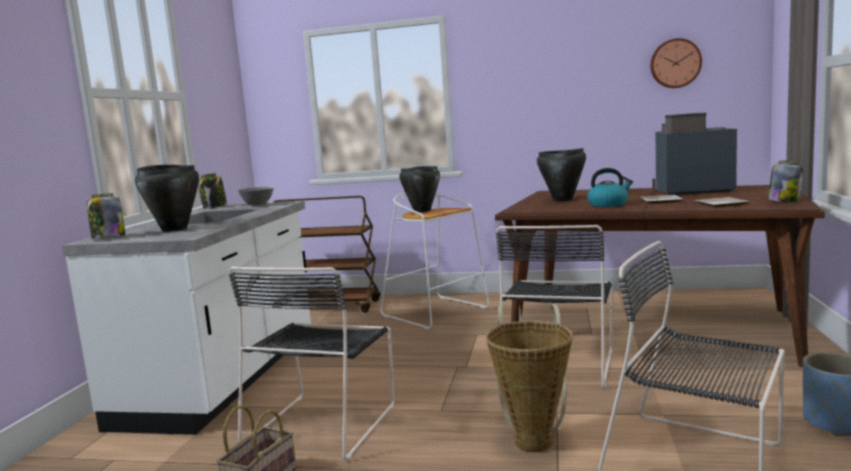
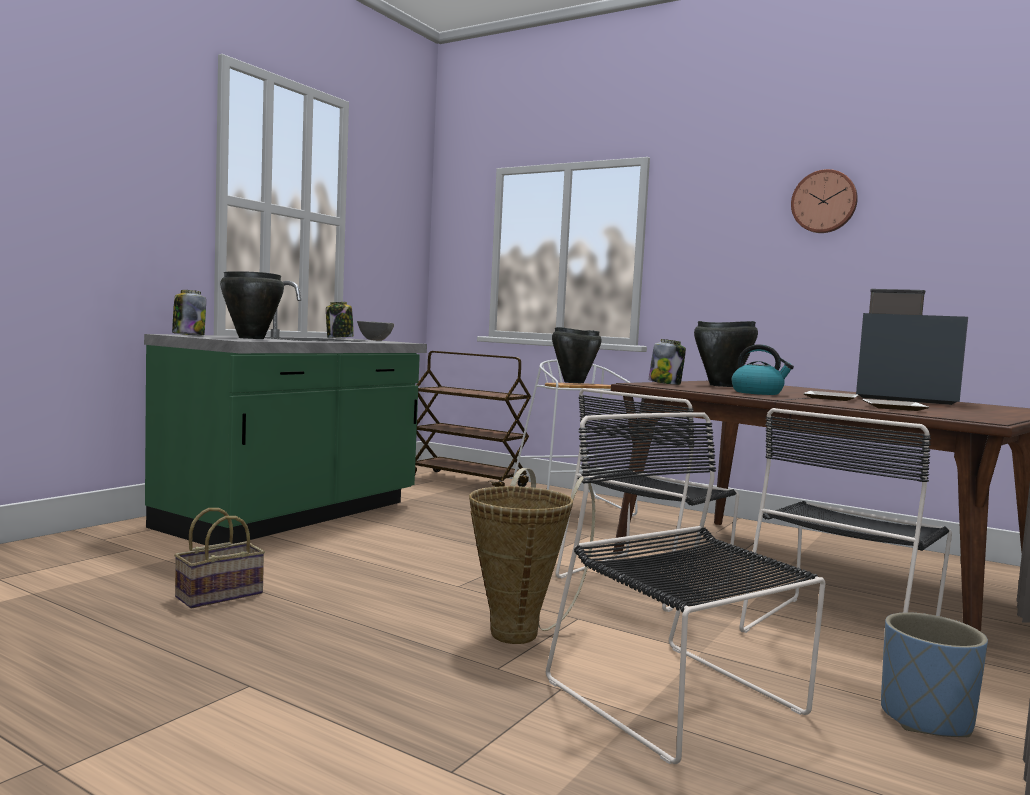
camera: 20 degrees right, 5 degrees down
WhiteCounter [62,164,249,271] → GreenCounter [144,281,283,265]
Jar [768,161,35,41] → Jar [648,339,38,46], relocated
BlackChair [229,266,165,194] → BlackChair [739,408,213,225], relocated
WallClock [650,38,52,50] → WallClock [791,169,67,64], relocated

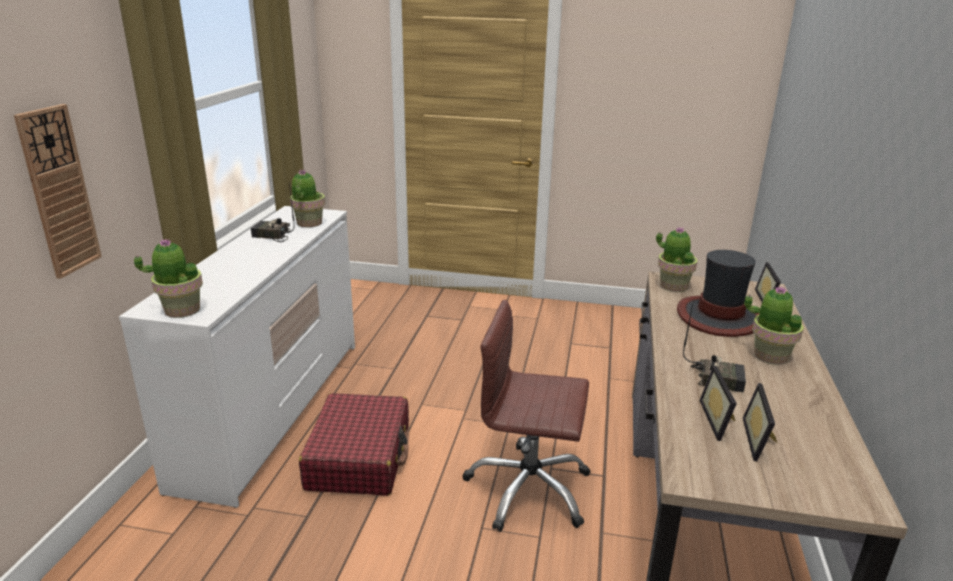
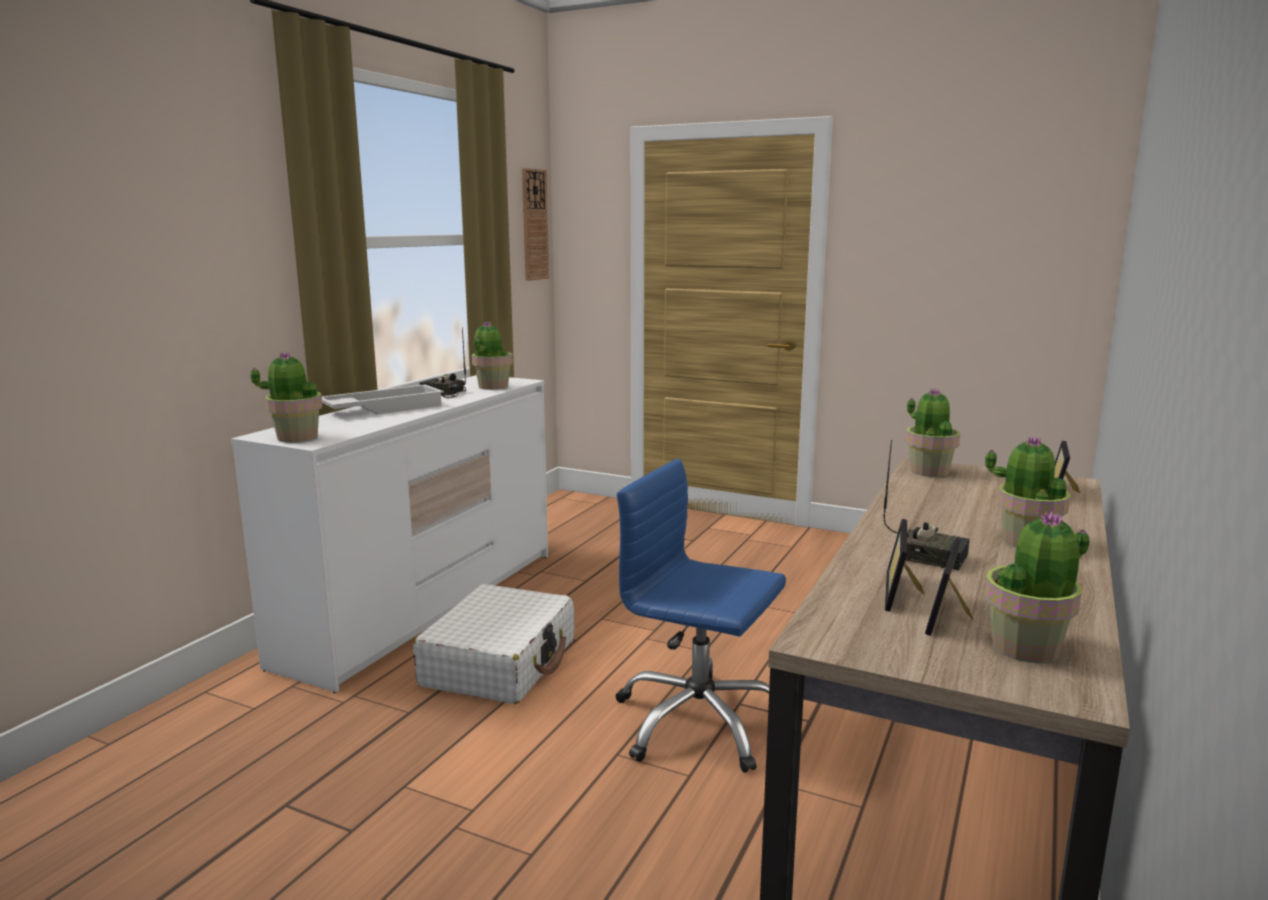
camera: 15 degrees right, 10 degrees down
- → WhiteTray [322,384,122,31]
RedSuitcase [299,393,110,103] → WhiteSuitcase [413,584,161,120]
WallClock [14,104,88,175] → WallClock [522,168,27,113], relocated
BrownOfficeChair [462,300,128,232] → BlueOfficeChair [616,459,170,314]
- → PottedPlant [984,511,105,152]
Hat [677,250,82,87] → -

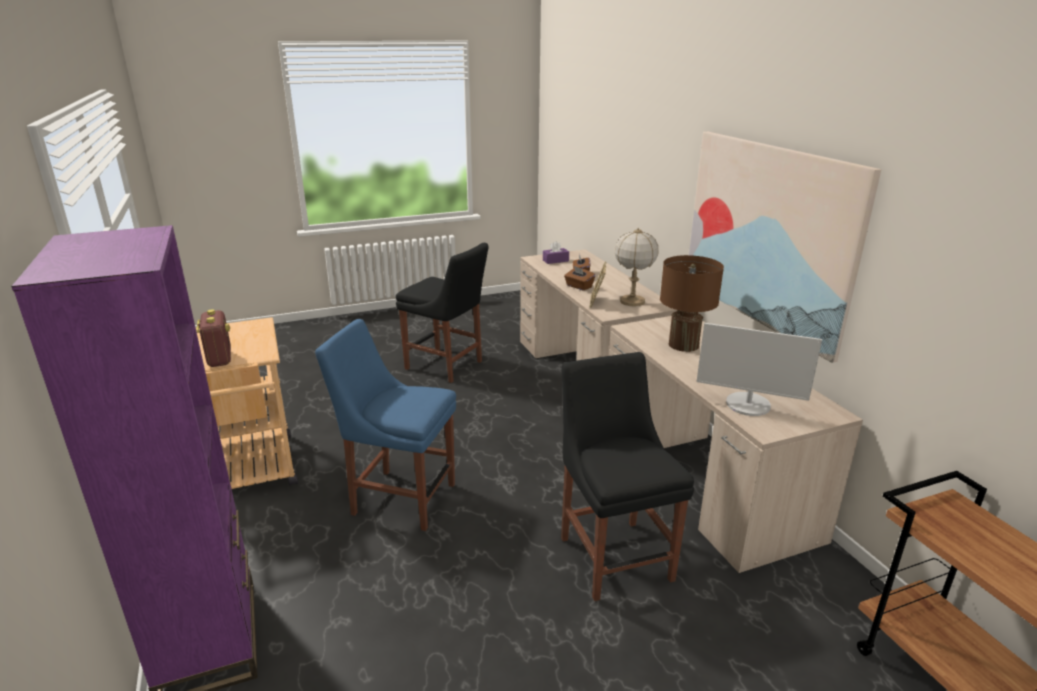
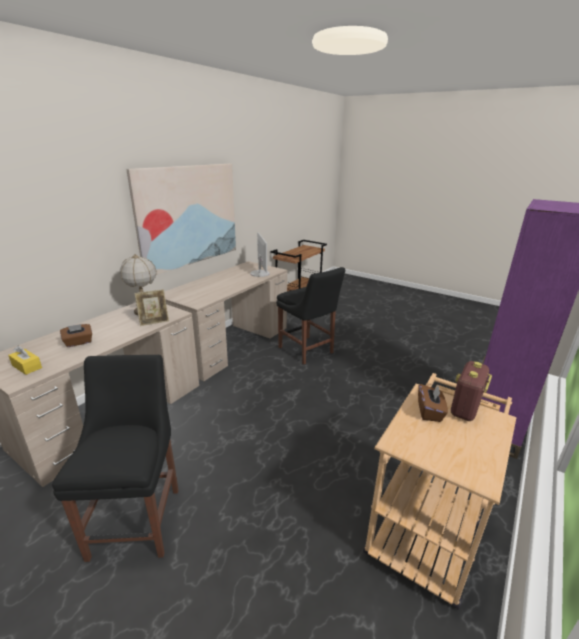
camera: 125 degrees left, 0 degrees up
PurpleTissueBox [543,241,26,23] → YellowTissueBox [8,346,34,29]
BlackChair [561,352,133,249] → BlackChair [276,267,69,98], 75 degrees counterclockwise
BrownTissueBox [564,266,31,25] → BrownTissueBox [418,384,30,38], relocated
BlueChair [315,319,141,212] → -
BrownTableLamp [660,255,64,97] → -

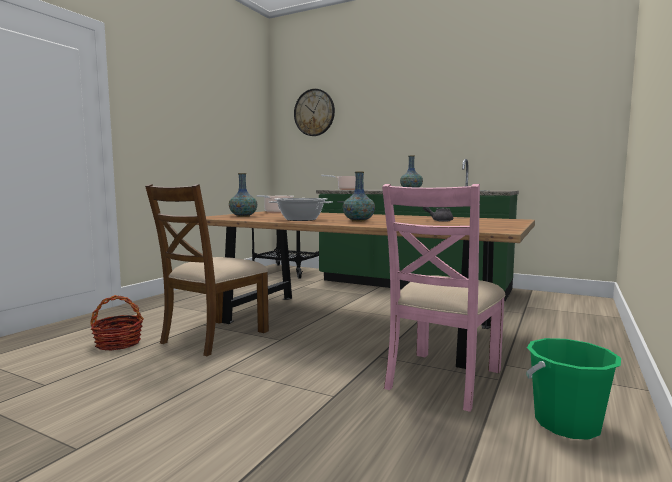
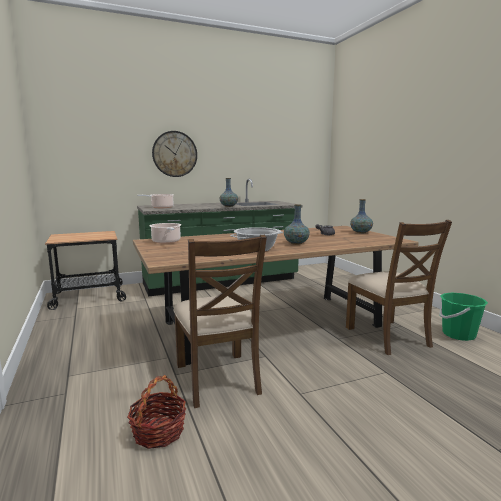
camera: 50 degrees left, 5 degrees up
WallClock [294,89,41,47] → WallClock [152,131,45,46], relocated
PinkChair [382,184,124,228] → BrownChair [346,220,106,135]
Vase [229,173,28,44] → Vase [350,199,23,34], relocated

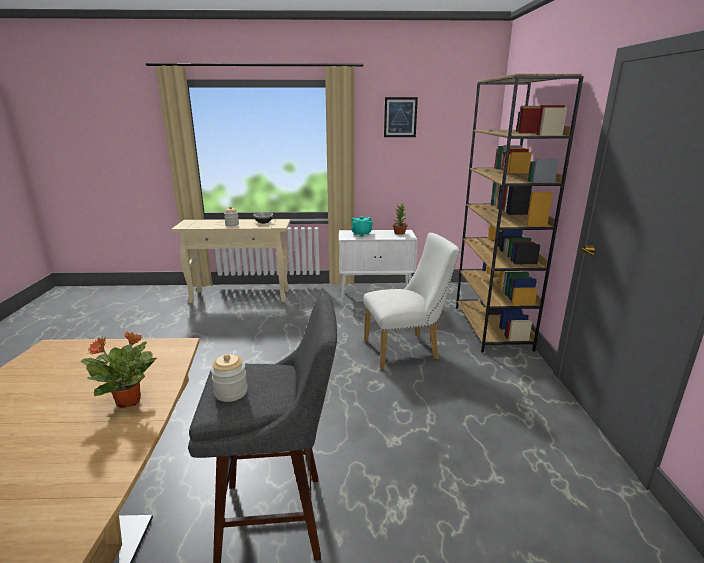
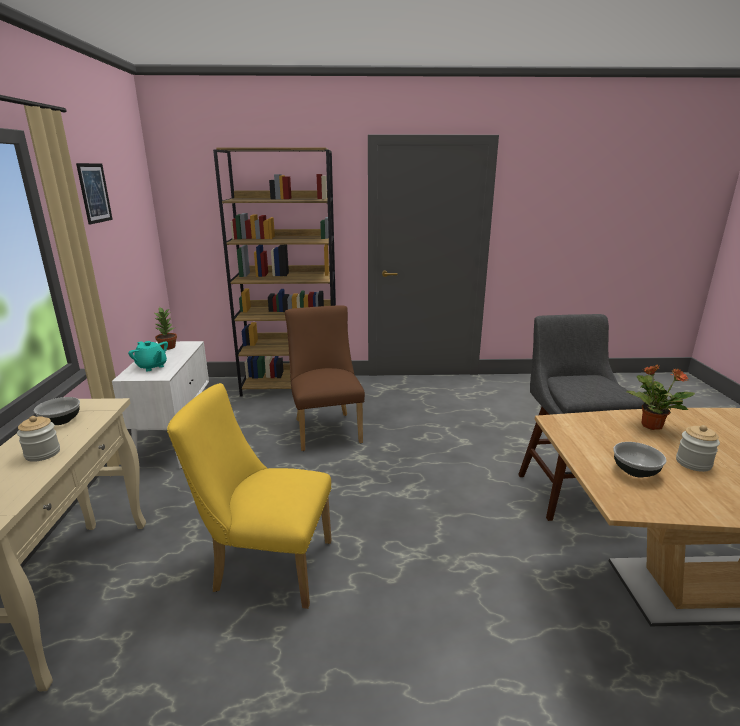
camera: 90 degrees left, 0 degrees up
- → YellowChair [167,383,165,226]
WhiteChair [364,233,95,136] → BrownChair [285,305,80,146]
- → Bowl [613,442,54,36]
Jar [211,354,36,48] → Jar [676,425,44,47], relocated

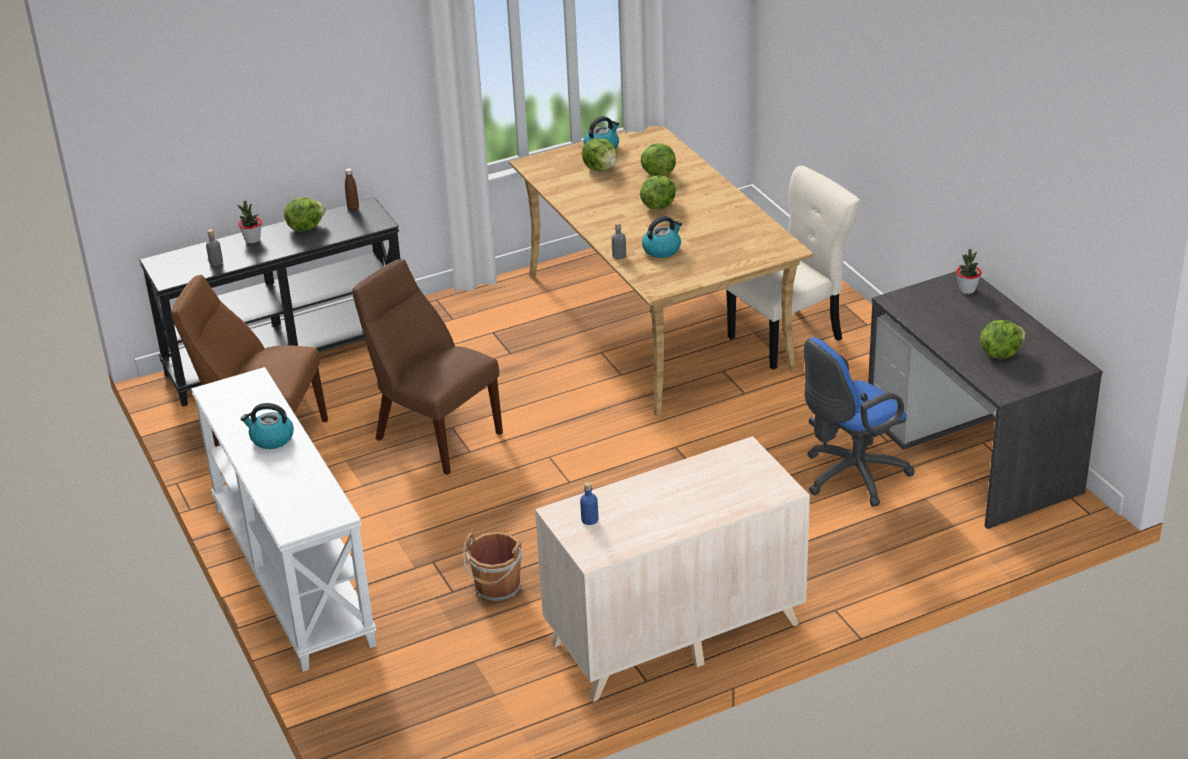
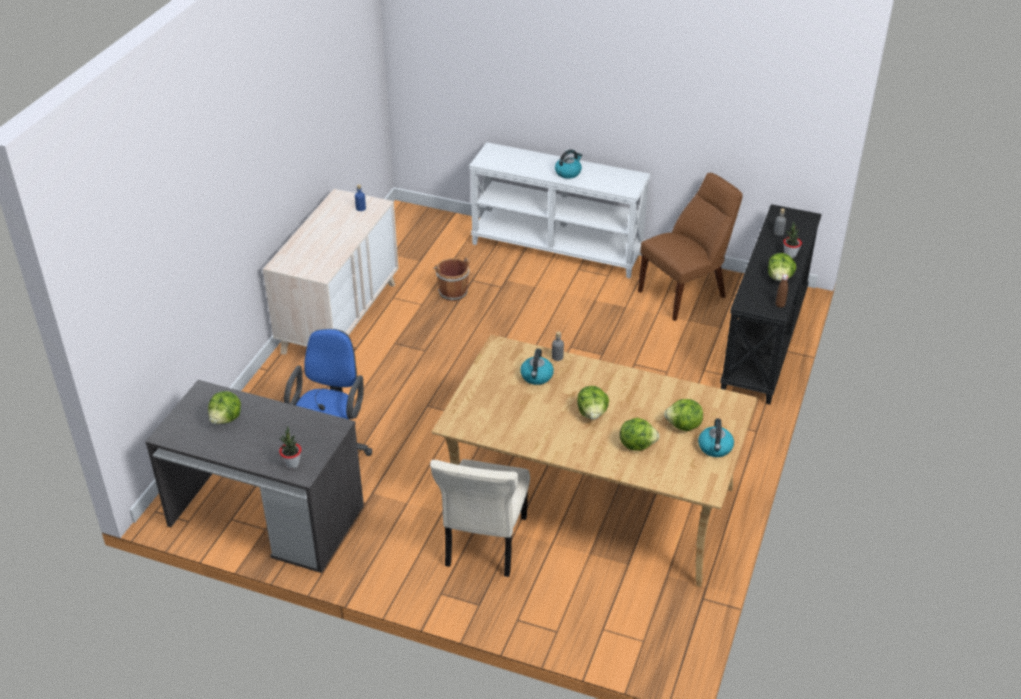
camera: 135 degrees right, 5 degrees up
BrownChair [352,259,151,216] → -

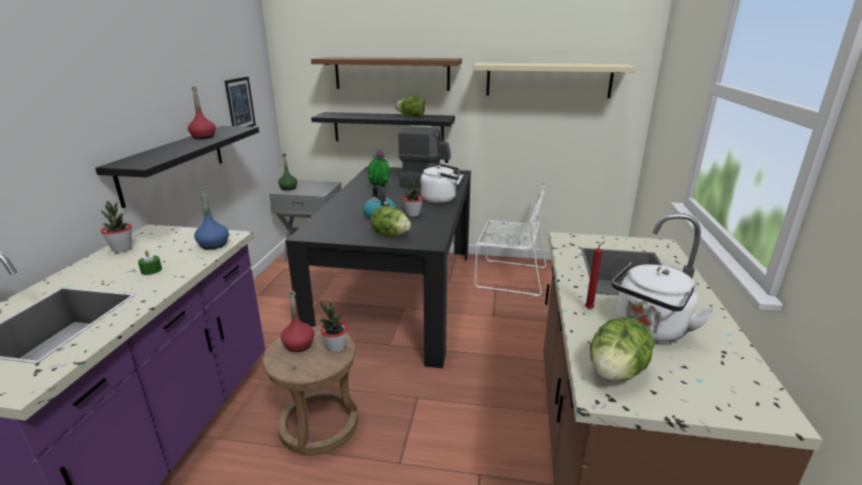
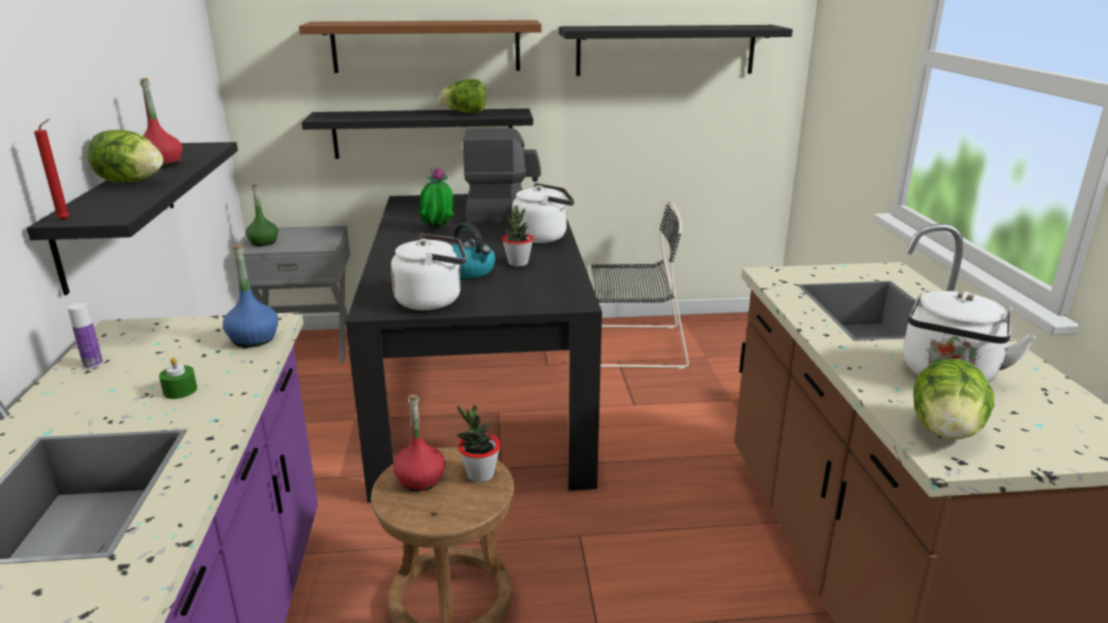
camera: 15 degrees left, 0 degrees up
RedCandle [585,241,20,68] → RedCandle [34,119,36,101], relocated
PottedPlant [101,201,31,51] → Bottle [67,303,36,65]
Lettuce [371,206,40,31] → Lettuce [87,130,76,53], relocated
- → WhiteKettle [391,234,75,76]
BeigeShelf [473,63,163,35] → BlackShelf [559,25,234,51]
WhiteChair [475,182,71,114] → BlackChair [588,200,101,169]
Picture [225,77,31,50] → -

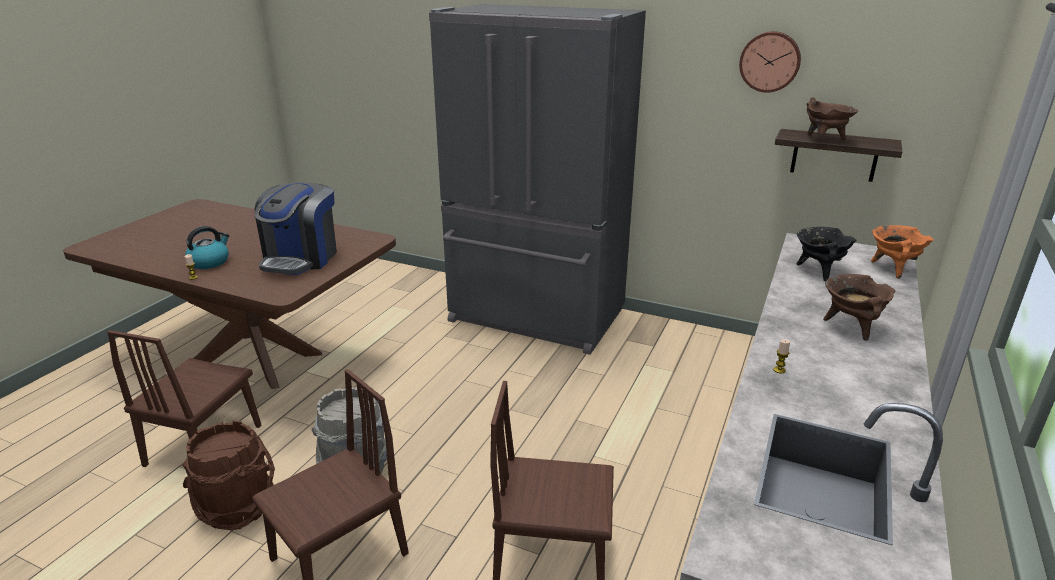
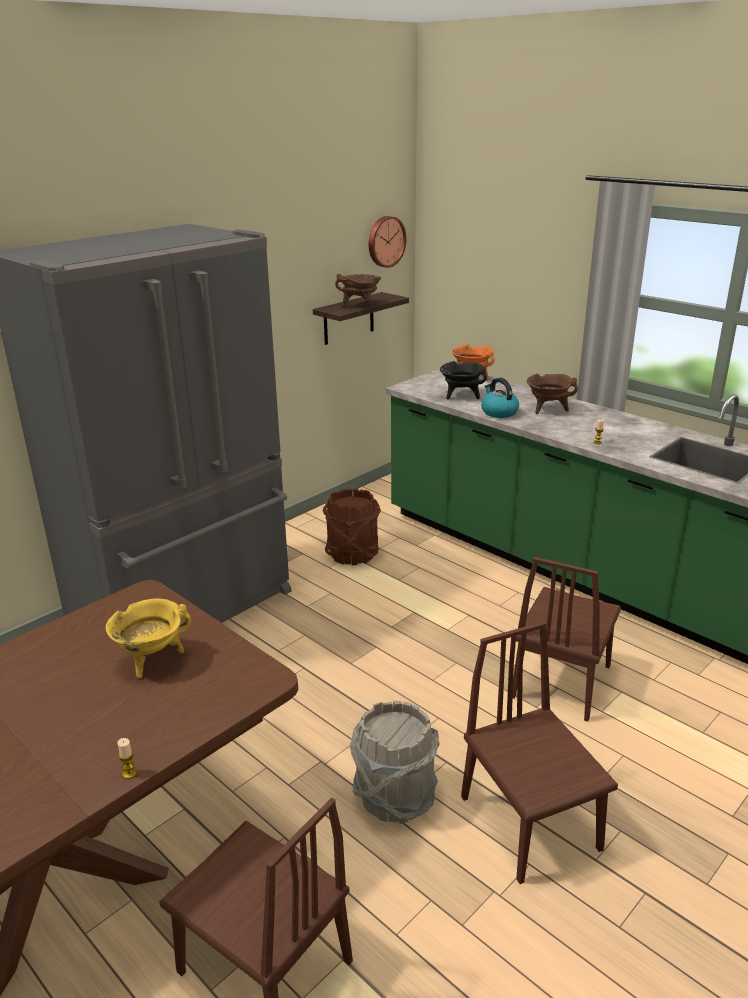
camera: 70 degrees left, 0 degrees up
CoffeeMachine [255,182,82,93] → YellowCookingPot [106,598,85,81]
BrownBucket [183,420,92,110] → BrownBucket [323,488,58,77], relocated
WallClock [739,31,62,62] → WallClock [369,216,38,52], relocated
Kettle [185,226,44,43] → Kettle [481,378,38,40], relocated

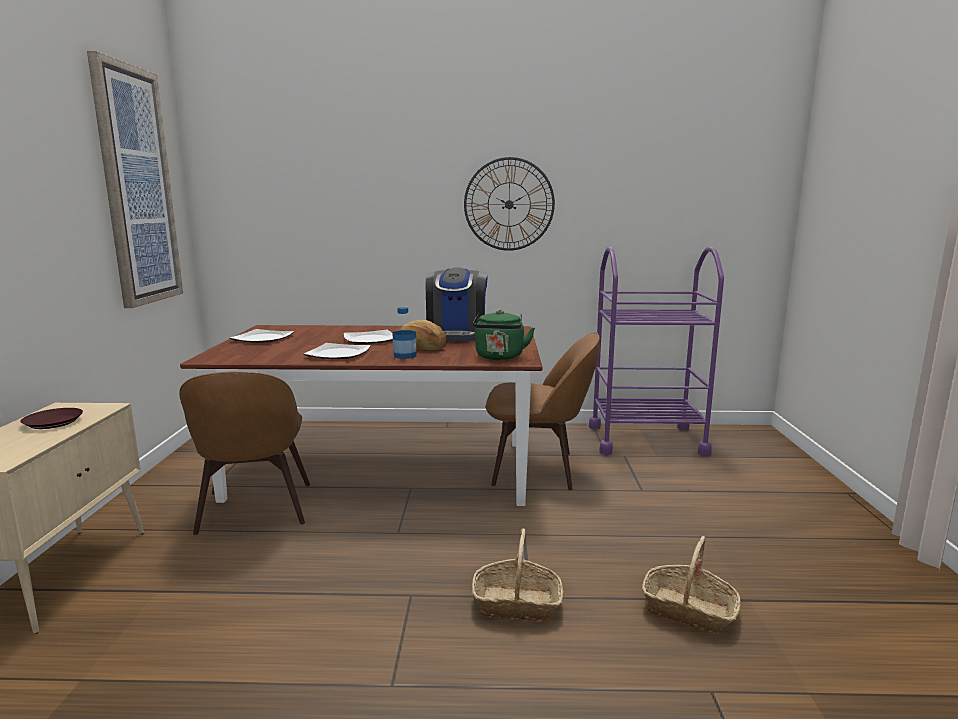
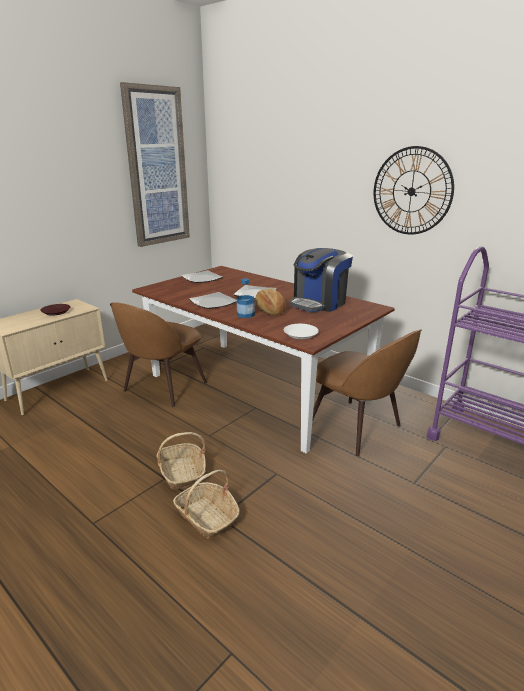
camera: 40 degrees right, 10 degrees up
Basket [642,536,99,98] → Basket [157,432,49,57], relocated
GreenKettle [473,310,62,50] → WhitePlate [284,324,35,15]

